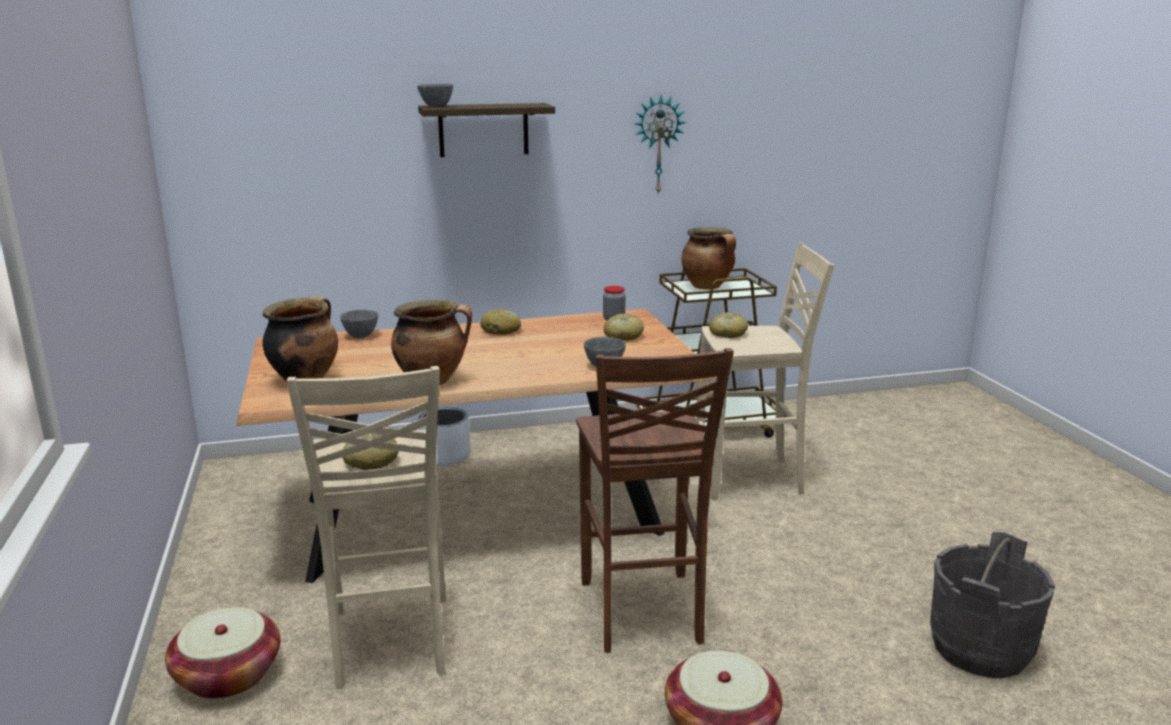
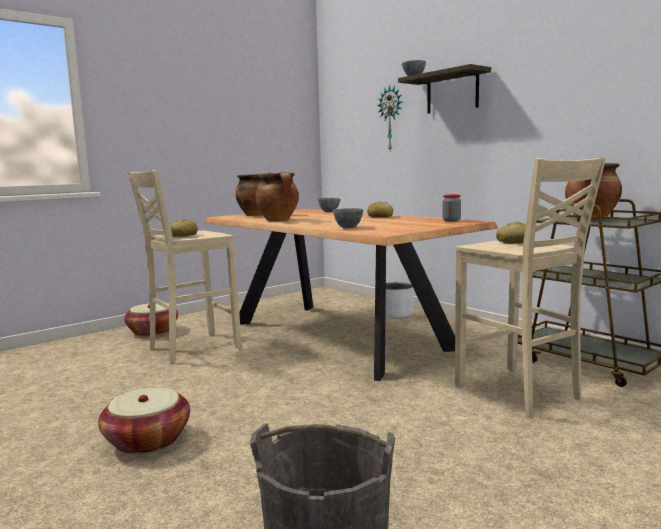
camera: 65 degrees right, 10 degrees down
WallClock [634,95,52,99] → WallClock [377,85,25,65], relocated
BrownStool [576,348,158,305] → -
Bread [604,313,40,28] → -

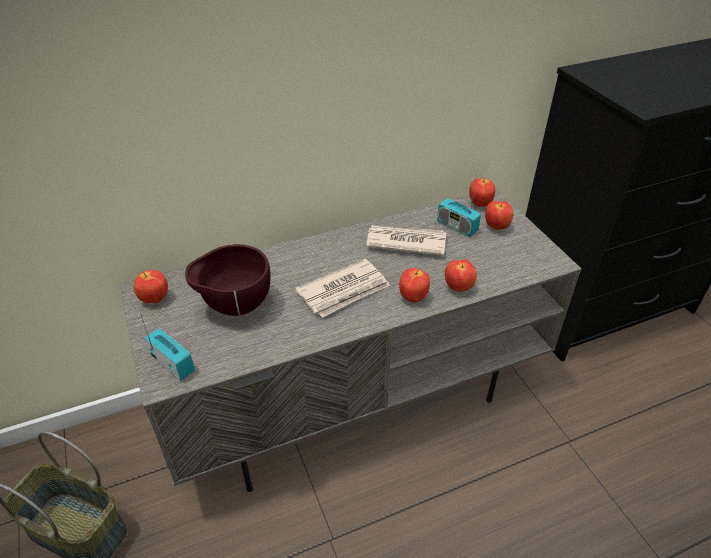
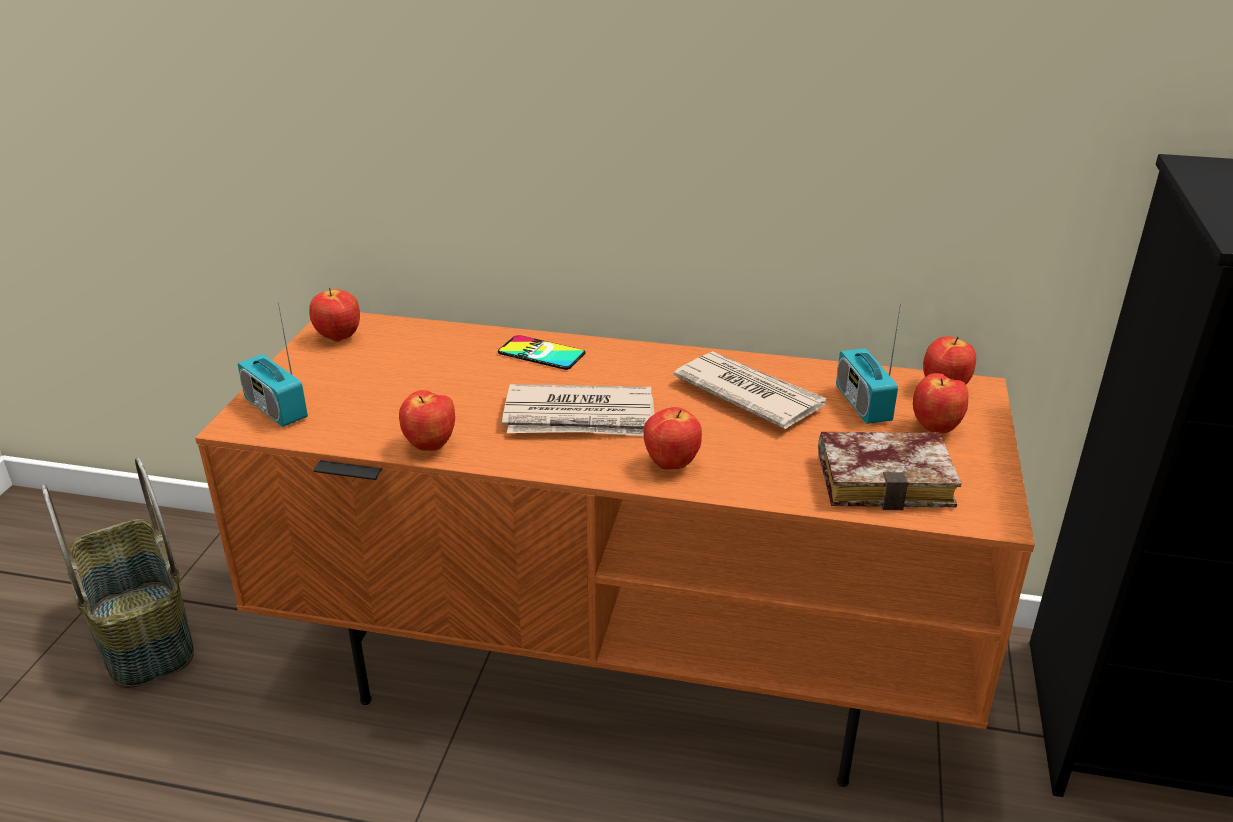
camera: 35 degrees right, 10 degrees down
GreyTvStand [120,188,462,304] → OrangeTvStand [195,312,840,475]
Radio [139,309,56,72] → Radio [238,302,70,125], 150 degrees clockwise
Apple [445,259,31,33] → Apple [399,390,56,61], relocated
- → Phone [498,335,87,35]
- → Book [818,432,144,78]
BrownBowl [185,244,86,72] → -

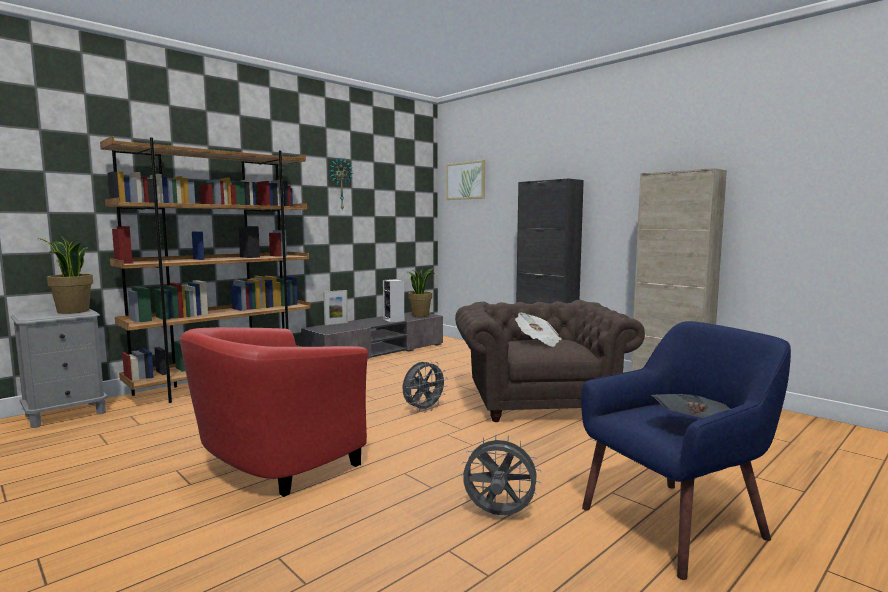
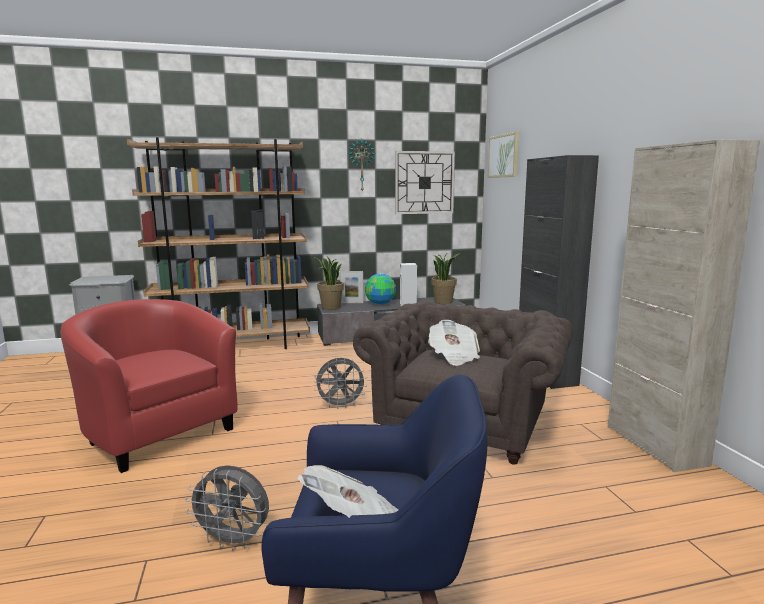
camera: 30 degrees right, 5 degrees up
RedArmchair [180,327,188,170] → RedArmchair [60,299,178,174], 60 degrees clockwise
GreyFan [462,434,80,81] → GreyFan [185,465,84,85], 150 degrees clockwise
PottedPlant [39,236,54,78] → PottedPlant [315,256,29,54], relocated
- → Globe [365,273,31,32]
- → WallClock [395,151,60,63]

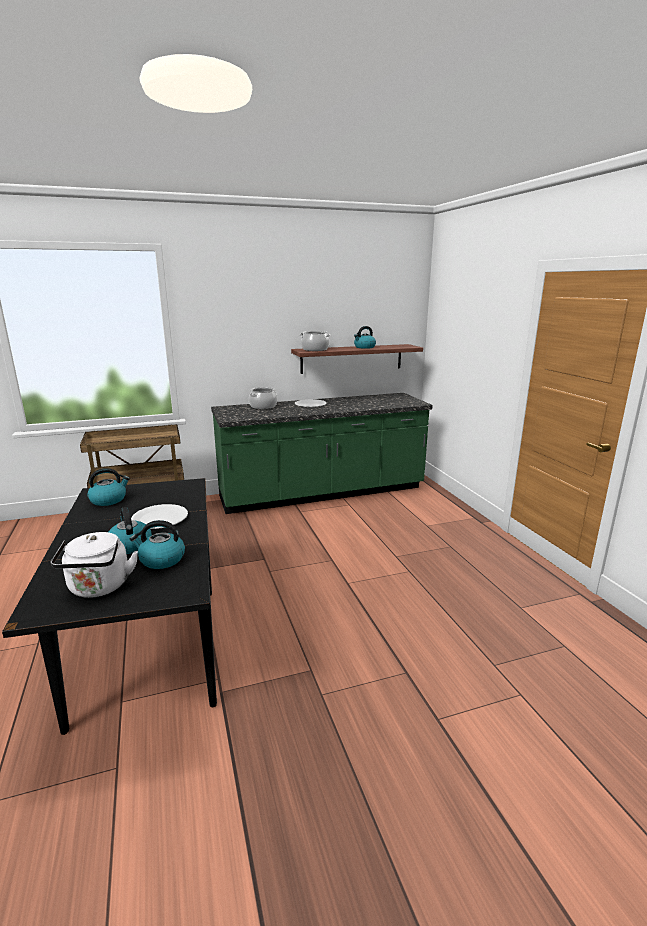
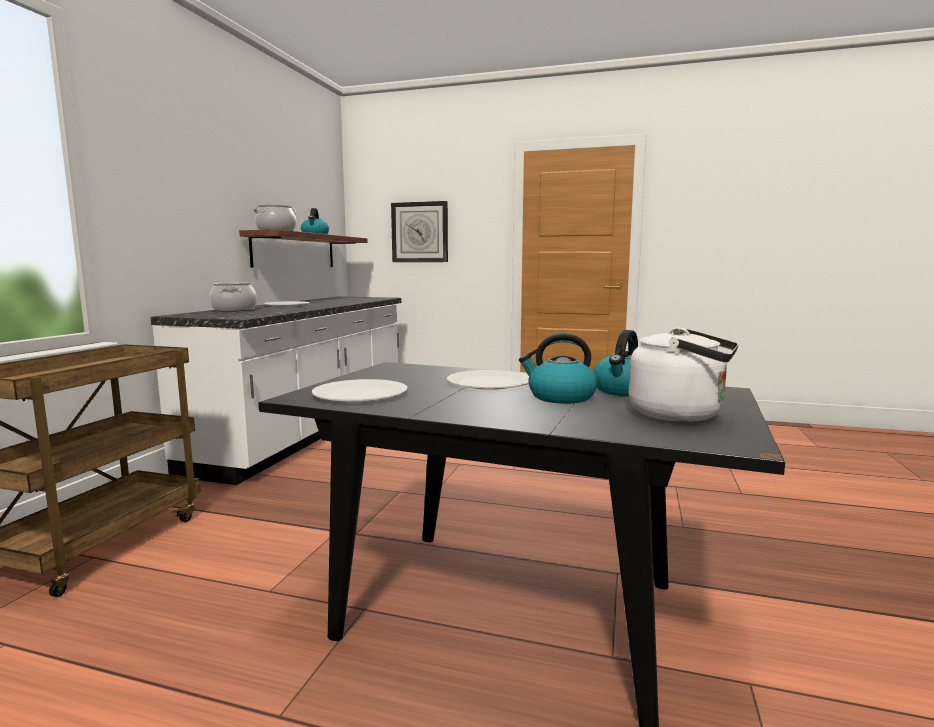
camera: 55 degrees left, 10 degrees down
GreenCounter [211,393,222,121] → WhiteCounter [151,297,250,188]
Kettle [87,468,43,38] → WhitePlate [312,379,96,23]
- → WallClock [391,201,57,61]

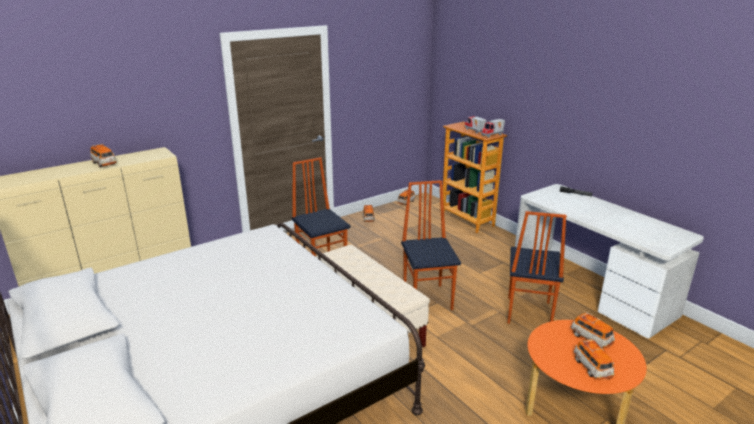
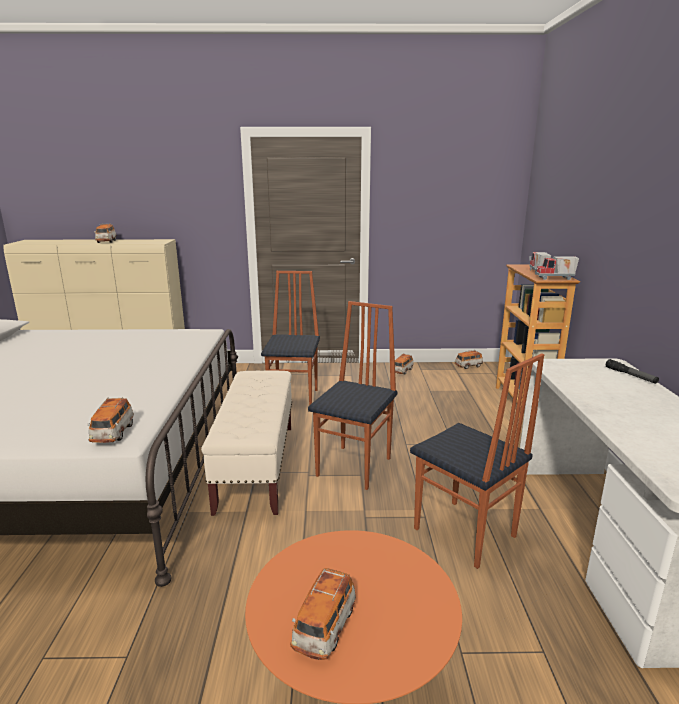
camera: 35 degrees right, 5 degrees down
ToyCar [571,312,44,36] → ToyCar [88,397,46,46], relocated
Chair [508,211,58,113] → Chair [410,353,134,216], 90 degrees counterclockwise

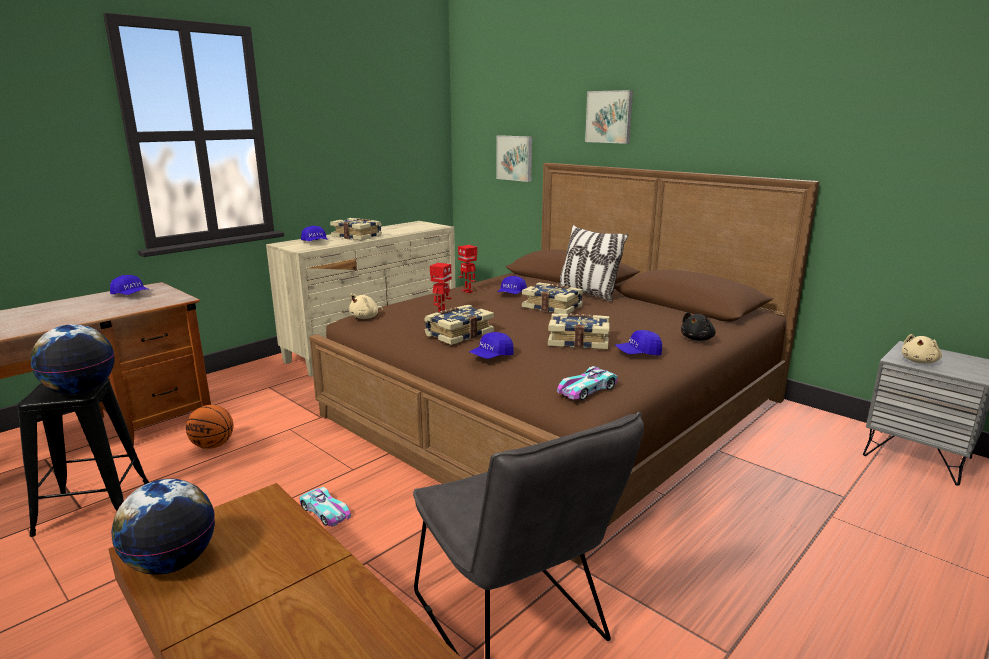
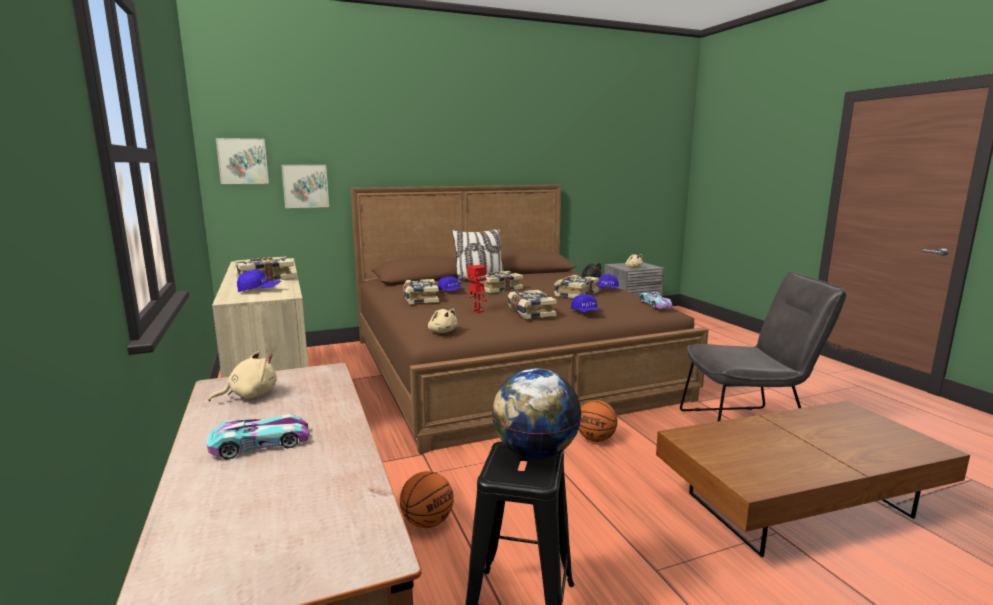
camera: 65 degrees left, 5 degrees down
ToyCar [299,487,52,40] → ToyCar [207,414,103,46], relocated
BlueCap [110,275,40,20] → BeigePlushToy [208,351,69,50]
Picture [585,90,48,54] → Picture [216,138,53,46], relocated
ToyRobot [458,245,19,48] → Book [403,279,36,25]
- → Basketball [579,400,38,42]
Globe [111,479,104,95] → -

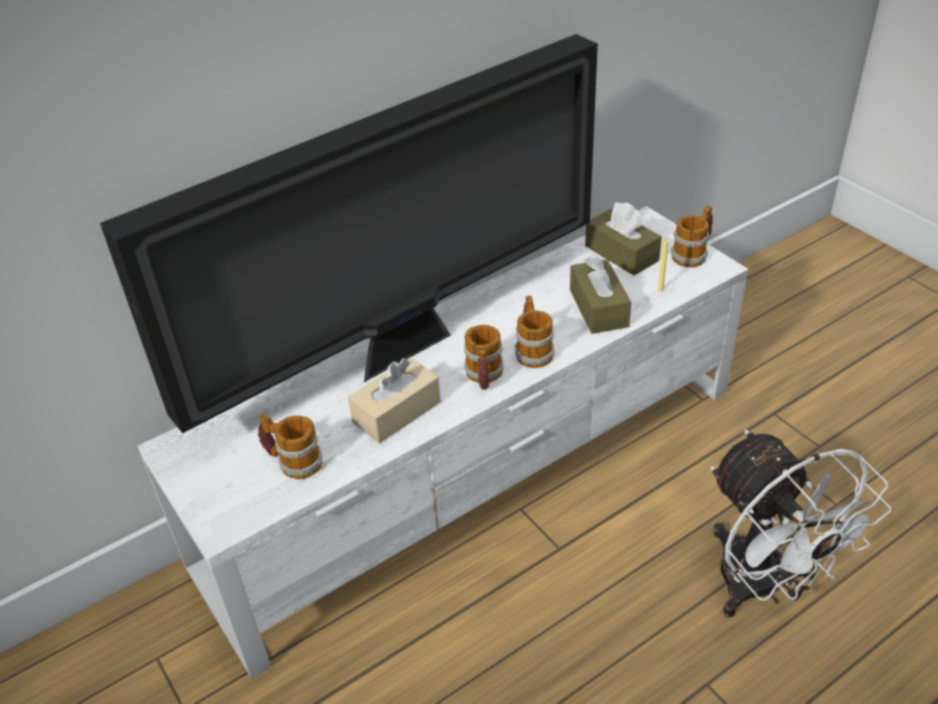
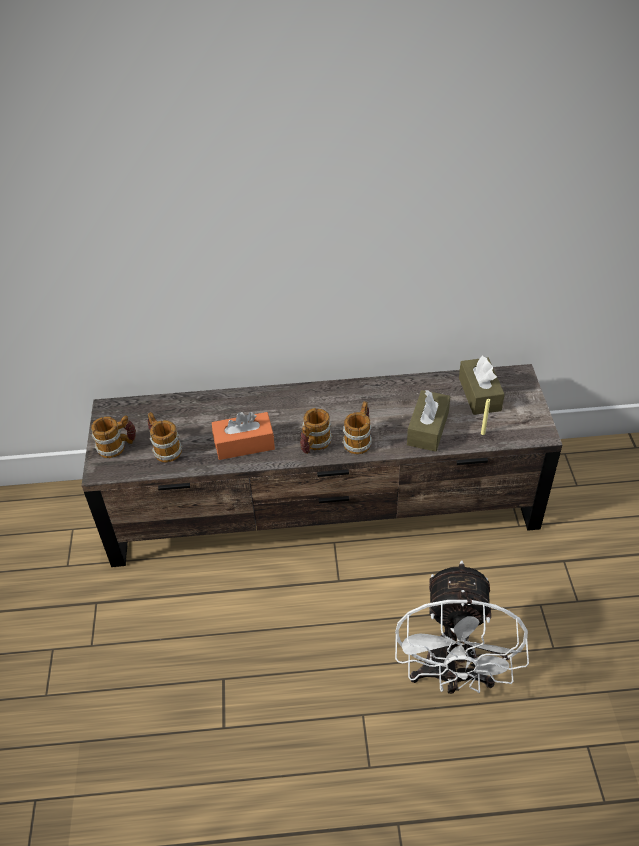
camera: 30 degrees right, 5 degrees up
WhiteTvStand [138,206,610,473] → BrownTvStand [81,364,481,203]
Mug [671,206,42,61] → Mug [91,415,45,43], relocated
BeigeTissueBox [348,357,93,87] → OrangeTissueBox [212,412,63,48]
Television [100,34,498,400] → -

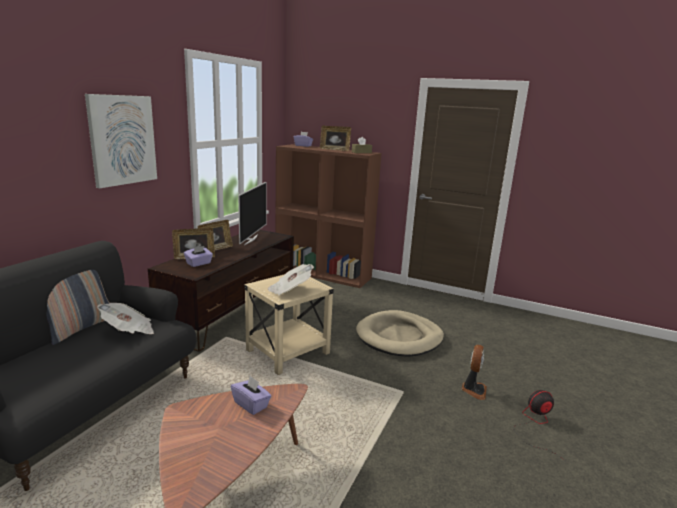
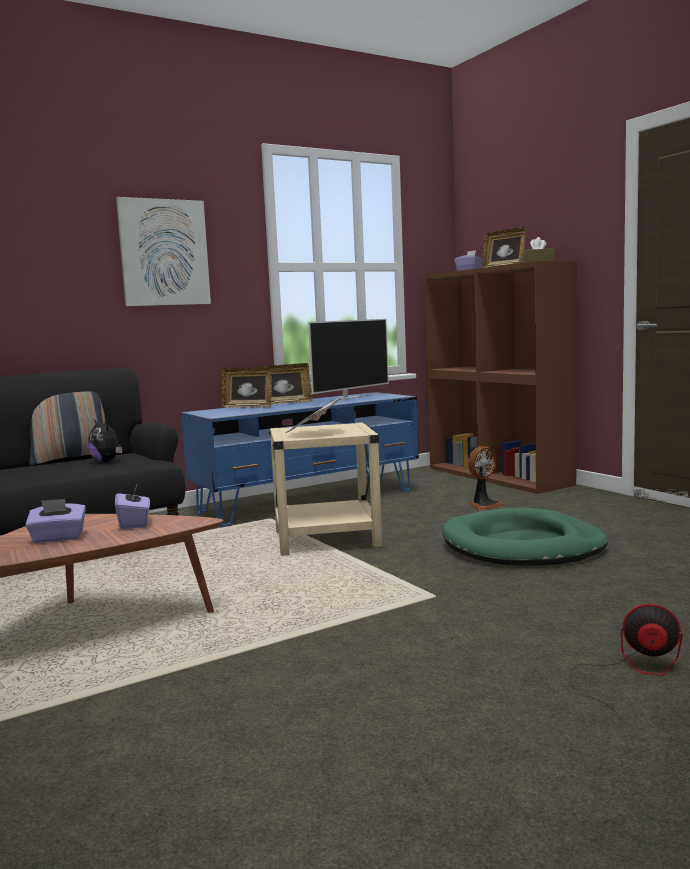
camera: 35 degrees right, 10 degrees down
PurpleTissueBox [184,246,29,21] → PurpleTissueBox [25,499,61,44], relocated
Newspaper [97,303,57,31] → PlushToy [88,420,34,43]
BrownTvStand [148,230,146,122] → BlueTvStand [181,392,238,135]
BeigeDogBed [356,310,88,47] → GreenDogBed [442,508,166,58]
Fan [462,345,25,55] → Fan [468,446,36,64], relocated

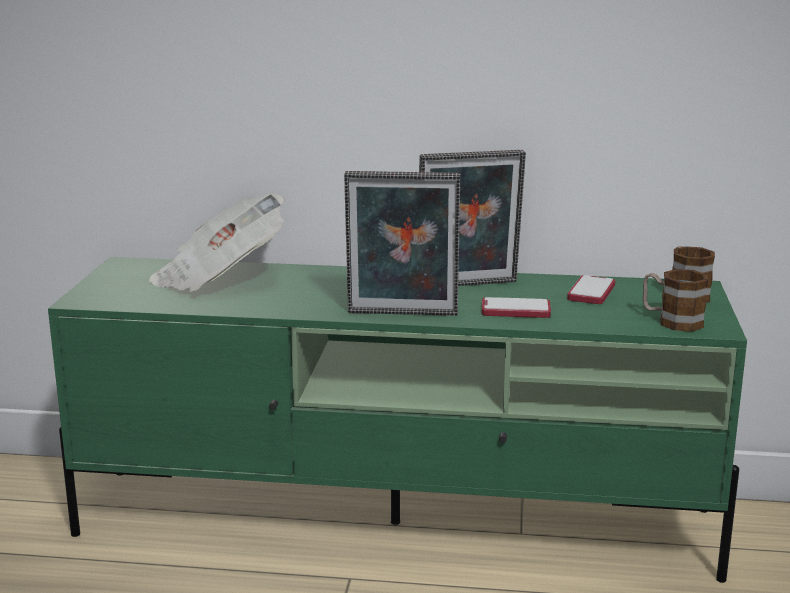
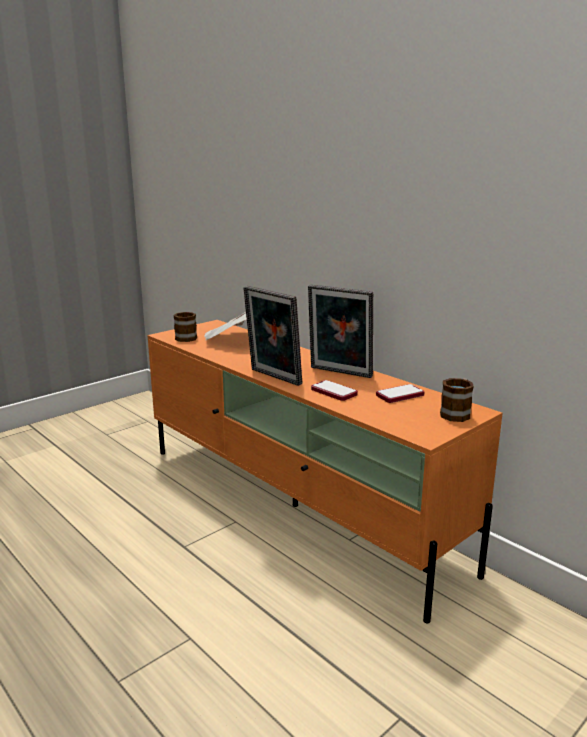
camera: 40 degrees right, 0 degrees up
GreenTvStand [48,257,699,326] → OrangeTvStand [147,320,356,303]
Mug [643,269,66,63] → Mug [174,312,23,30], relocated

